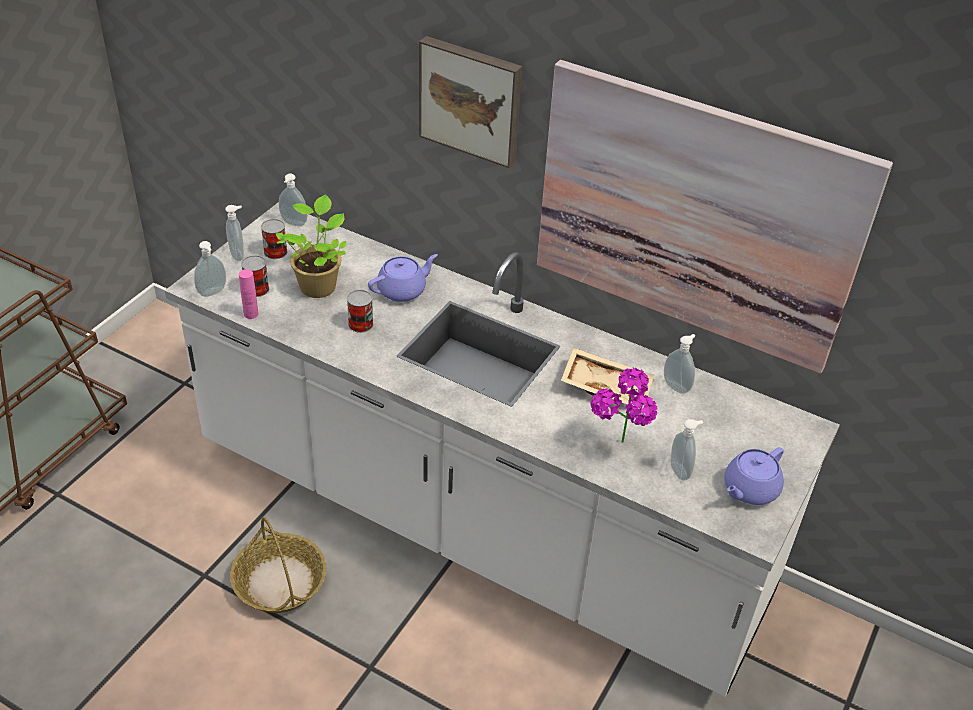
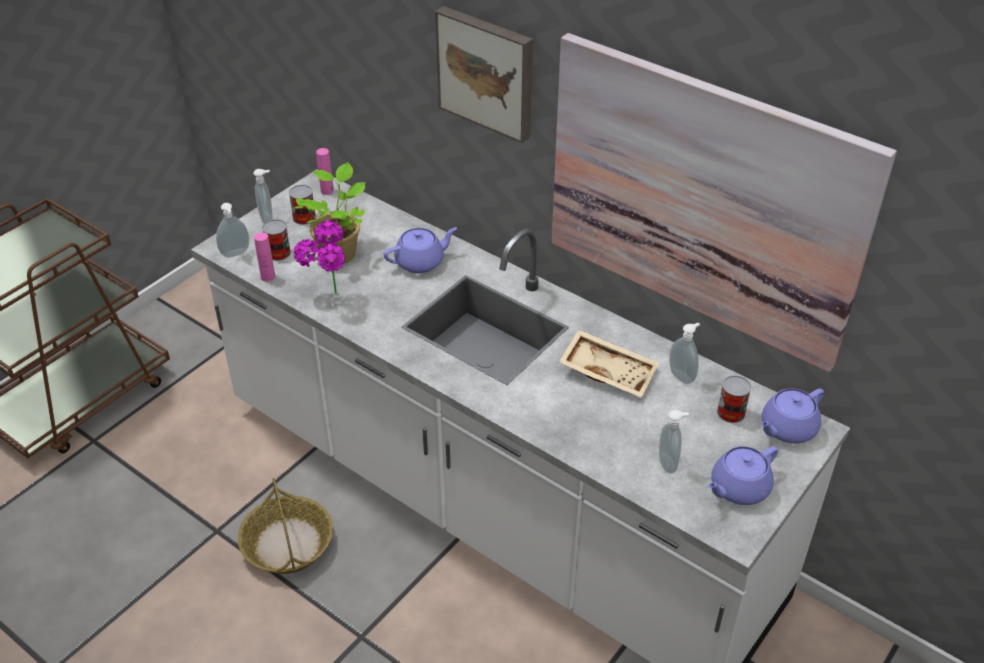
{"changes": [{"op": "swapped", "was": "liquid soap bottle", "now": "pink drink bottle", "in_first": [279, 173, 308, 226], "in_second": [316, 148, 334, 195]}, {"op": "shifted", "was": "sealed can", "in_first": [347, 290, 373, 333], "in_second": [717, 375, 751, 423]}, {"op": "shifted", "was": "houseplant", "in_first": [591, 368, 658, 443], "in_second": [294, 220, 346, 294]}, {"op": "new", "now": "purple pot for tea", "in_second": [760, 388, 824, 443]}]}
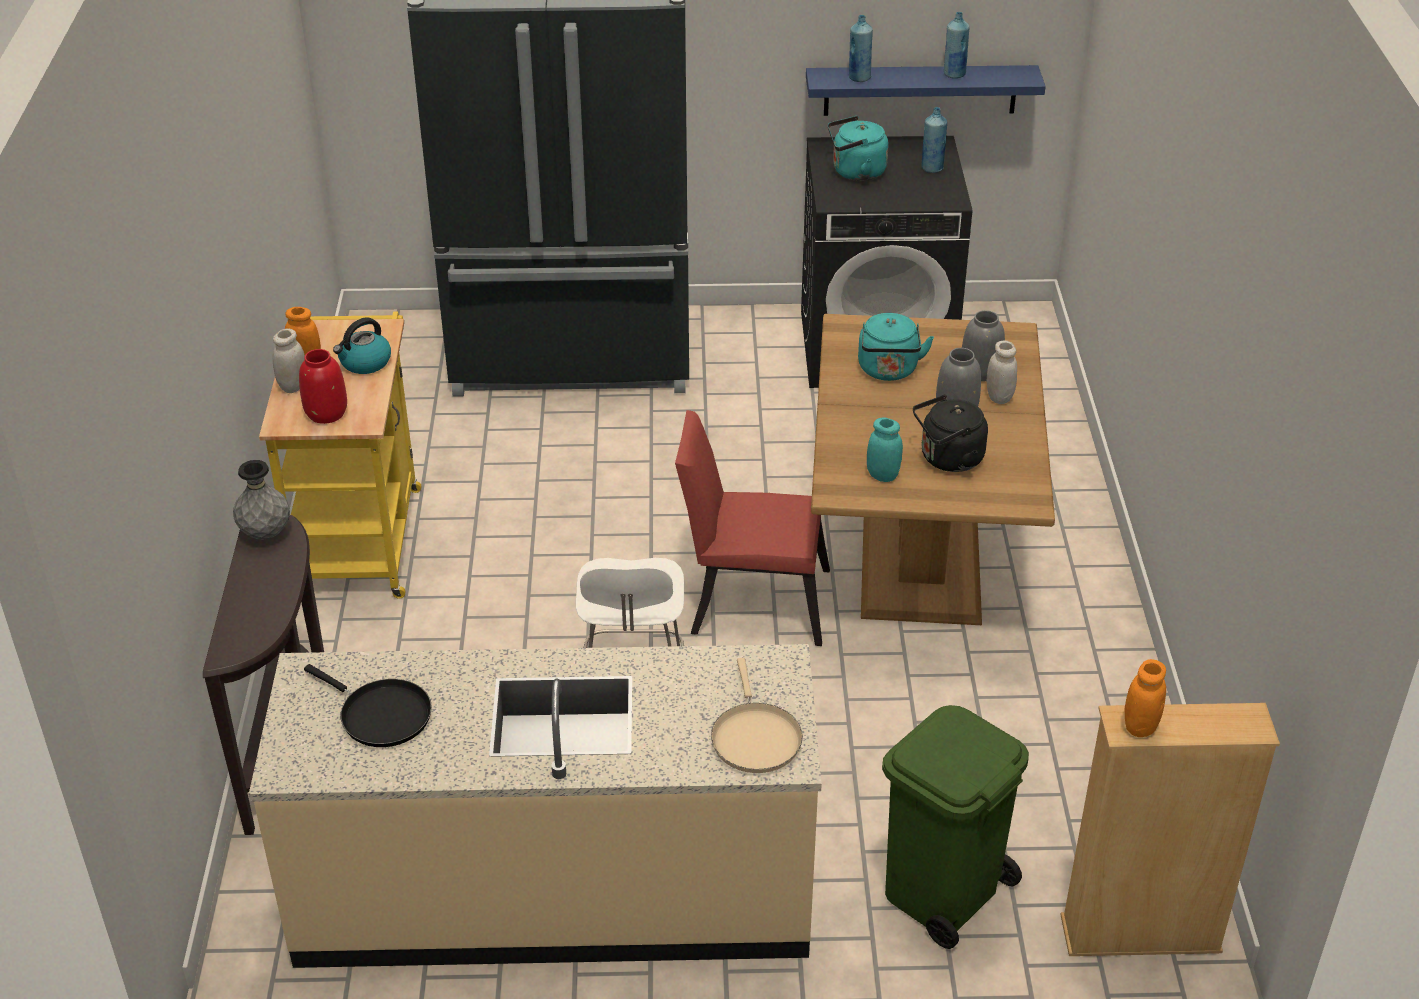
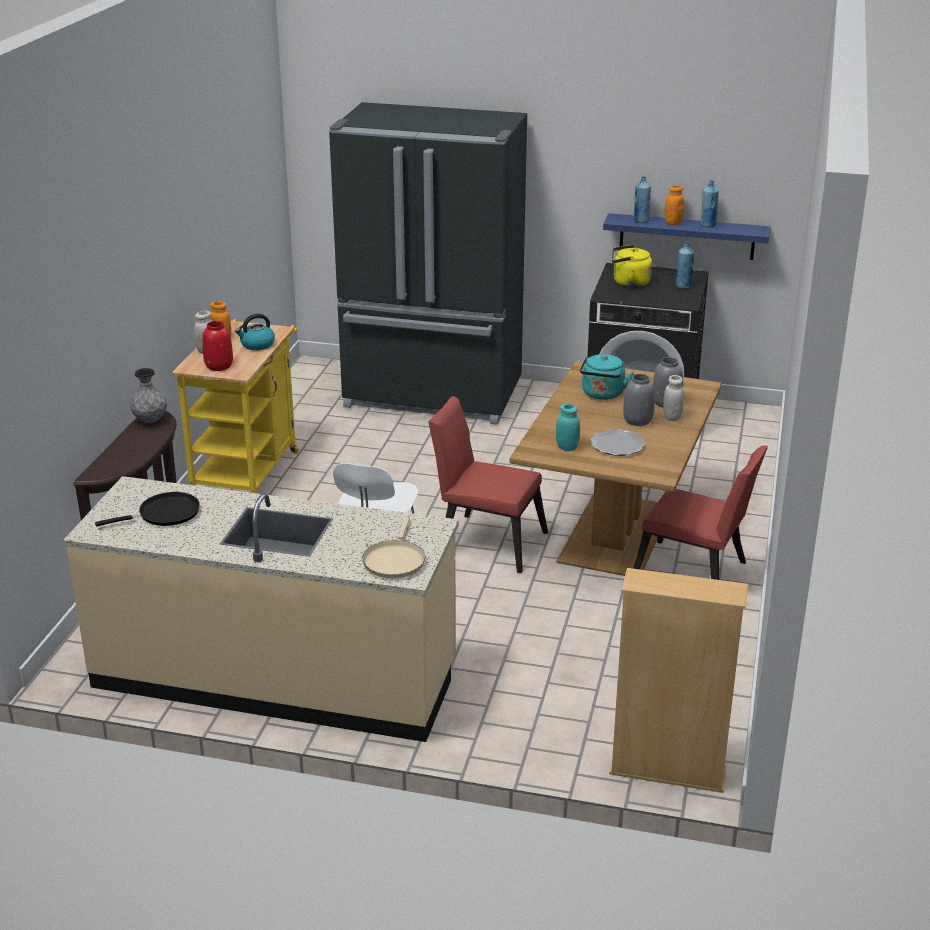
{"changes": [{"op": "rotated", "was": "black-coloured skillet", "in_first": [304, 664, 432, 747], "in_second": [95, 492, 200, 527], "clockwise": -75}, {"op": "repainted", "was": "turquoise-coloured water kettle", "now": "yellow-coloured water kettle", "in_first": [828, 116, 889, 181], "in_second": [612, 245, 652, 288]}, {"op": "gone", "was": "greenish waste bin", "in_first": [882, 705, 1029, 949]}, {"op": "swapped", "was": "black-coloured water kettle", "now": "flat dish", "in_first": [913, 395, 988, 472], "in_second": [590, 429, 646, 456]}, {"op": "shifted", "was": "orangey storage jar", "in_first": [1125, 659, 1166, 737], "in_second": [665, 185, 684, 225]}, {"op": "new", "now": "red-coloured plain chair", "in_second": [633, 446, 768, 580]}]}
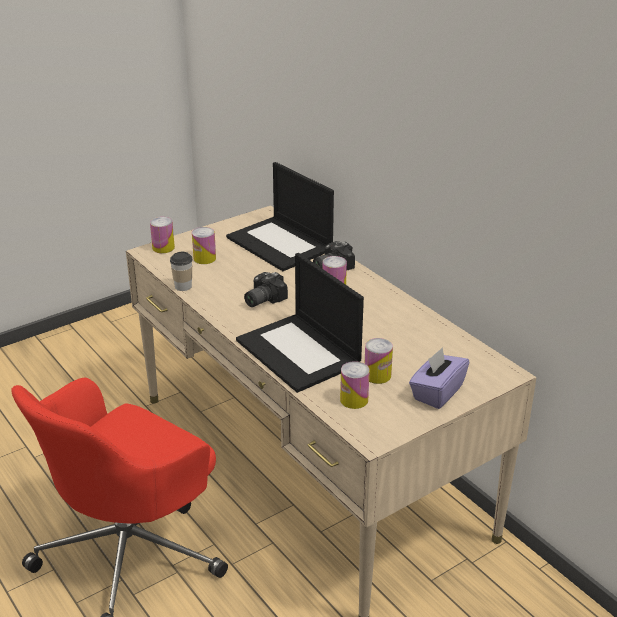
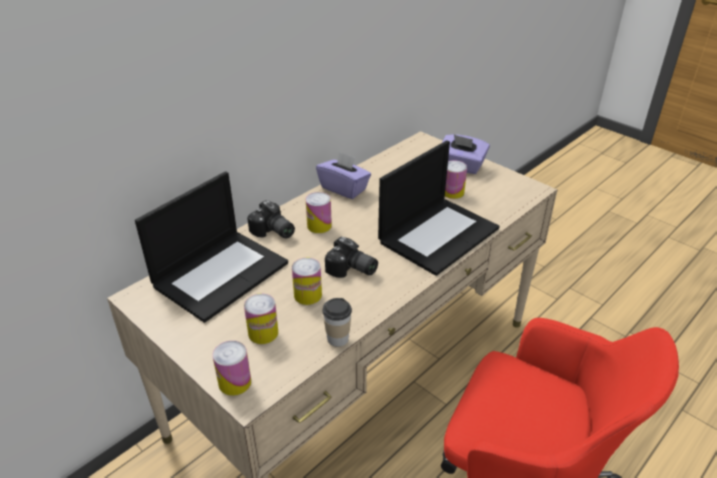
{"changes": [{"op": "shifted", "was": "sealed can", "in_first": [340, 361, 370, 409], "in_second": [292, 258, 322, 305]}, {"op": "new", "now": "purple box of tissues", "in_second": [316, 151, 371, 199]}]}
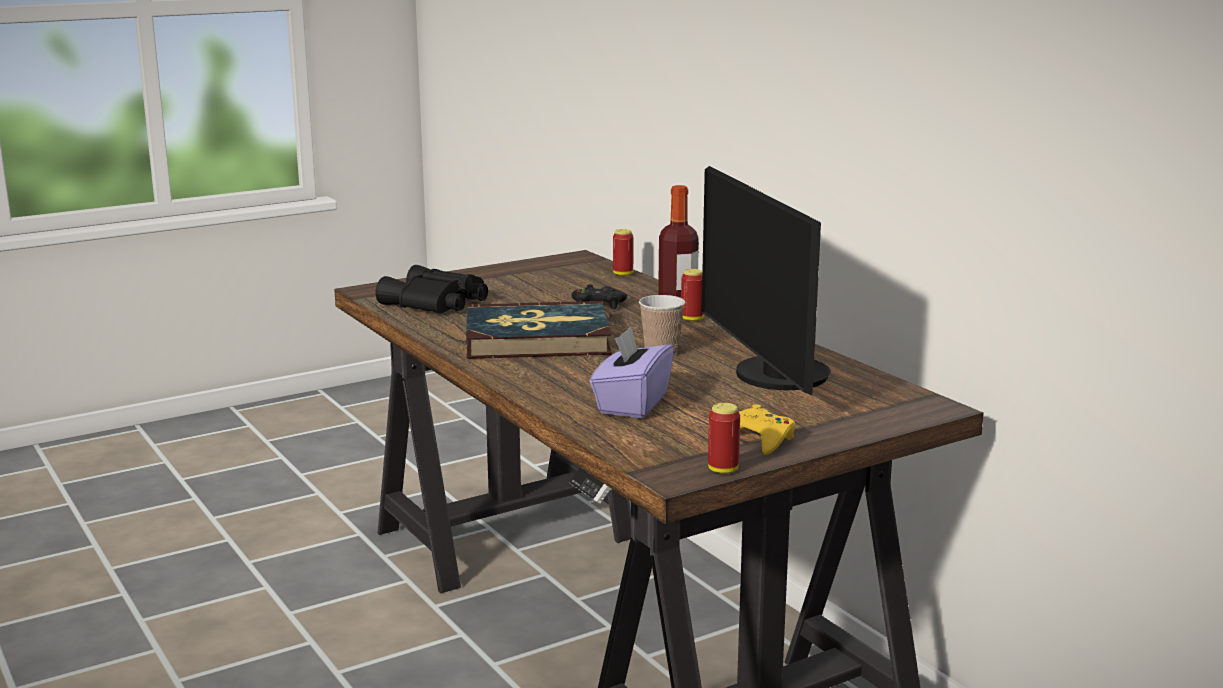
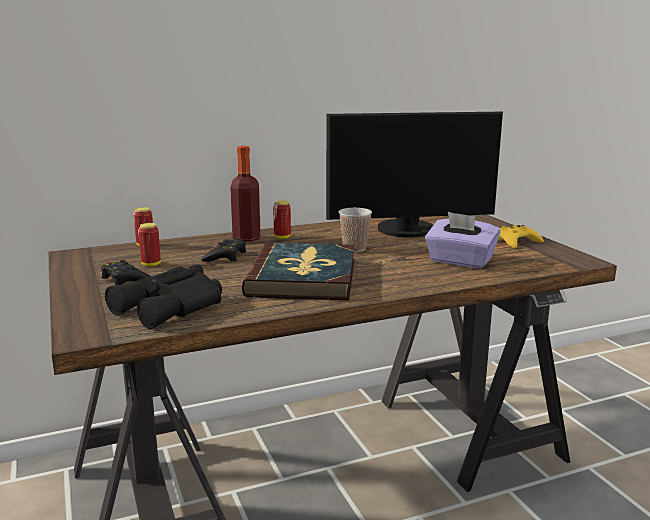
{"changes": [{"op": "shifted", "was": "sealed can", "in_first": [708, 403, 740, 474], "in_second": [138, 223, 161, 267]}, {"op": "new", "now": "black-coloured joypad", "in_second": [101, 260, 151, 285]}]}
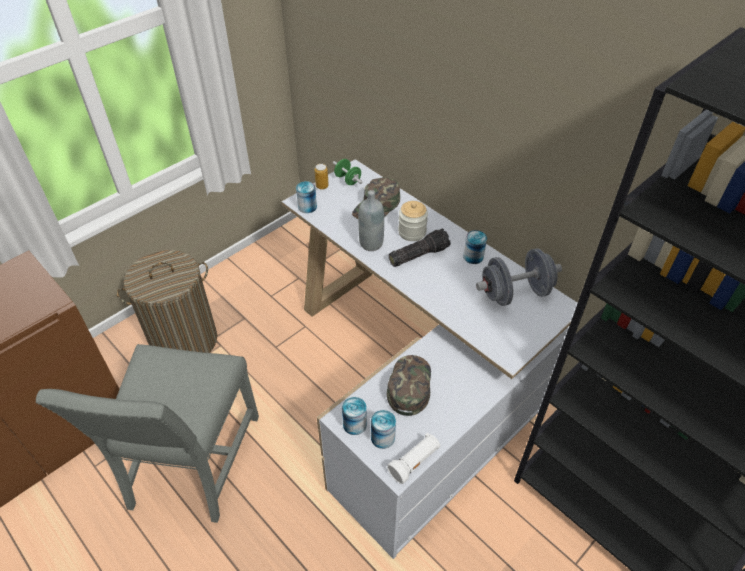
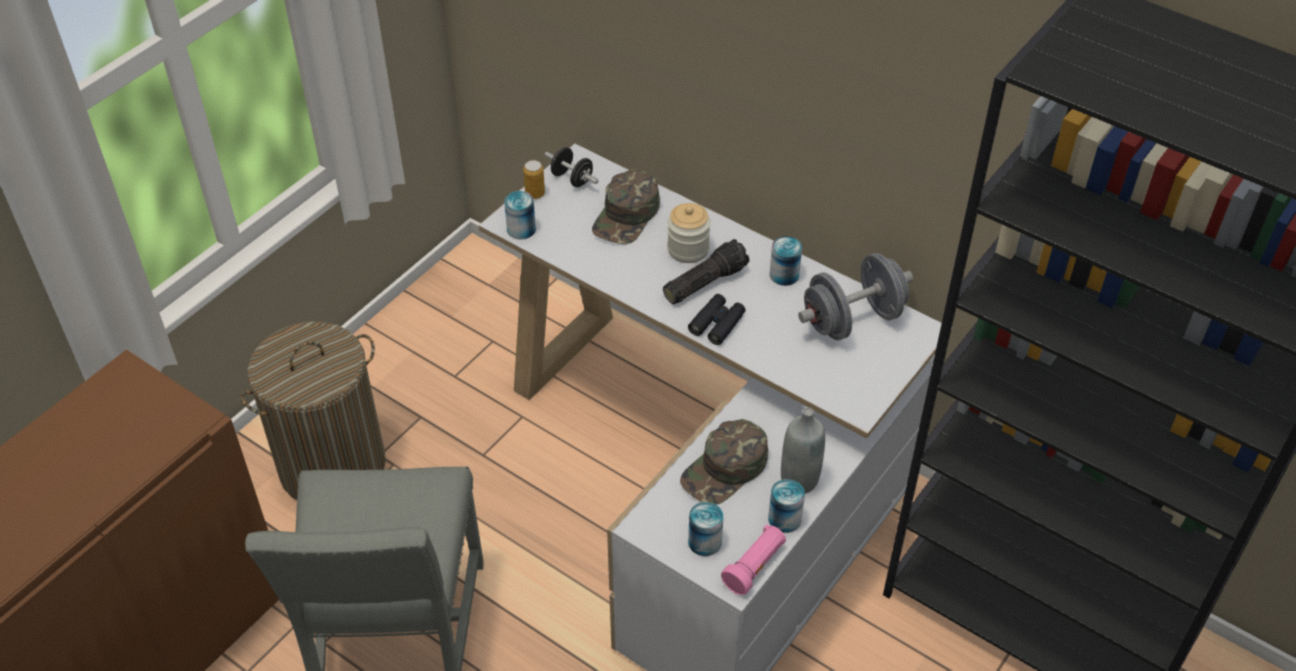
{"changes": [{"op": "repainted", "was": "greenish dumbbell", "now": "black-coloured dumbbell", "in_first": [333, 159, 363, 185], "in_second": [545, 147, 598, 187]}, {"op": "shifted", "was": "sealed can", "in_first": [342, 397, 367, 435], "in_second": [768, 479, 805, 533]}, {"op": "shifted", "was": "gray drink bottle", "in_first": [358, 190, 384, 251], "in_second": [781, 407, 825, 494]}, {"op": "rotated", "was": "greenish baseball cap", "in_first": [387, 355, 431, 416], "in_second": [680, 419, 768, 505], "clockwise": -135}, {"op": "repainted", "was": "whitish flashlight", "now": "pink flashlight", "in_first": [387, 433, 440, 484], "in_second": [721, 524, 786, 595]}, {"op": "new", "now": "black-coloured pair of binoculars", "in_second": [688, 294, 746, 345]}]}
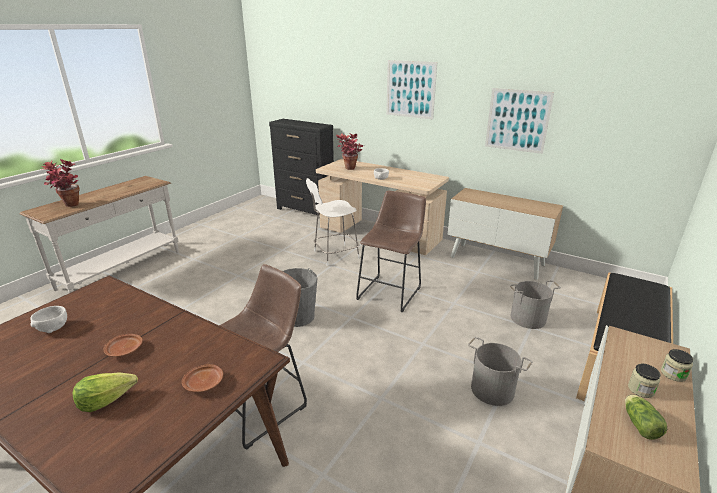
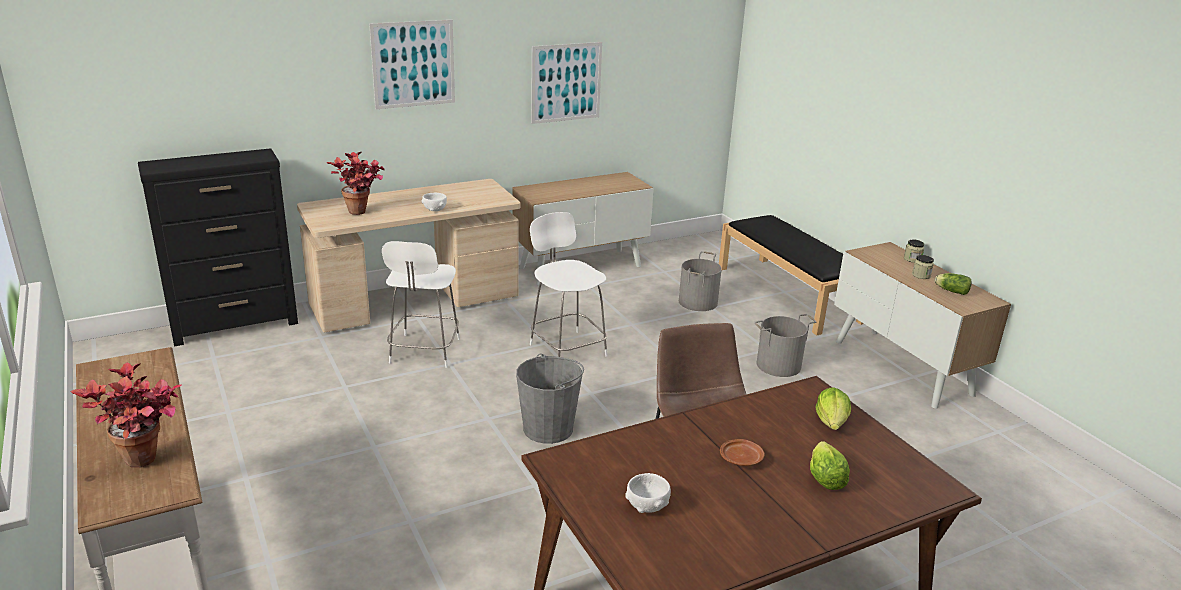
{"changes": [{"op": "swapped", "was": "brown-coloured flat dish", "now": "lettuce", "in_first": [182, 364, 223, 392], "in_second": [816, 387, 851, 430]}, {"op": "swapped", "was": "brown-coloured stool seat", "now": "whitish plain chair", "in_first": [356, 191, 426, 313], "in_second": [530, 212, 607, 357]}]}
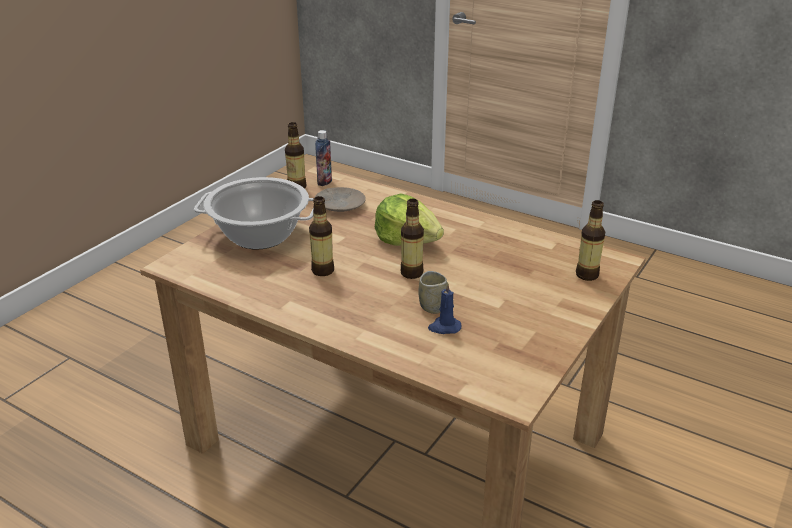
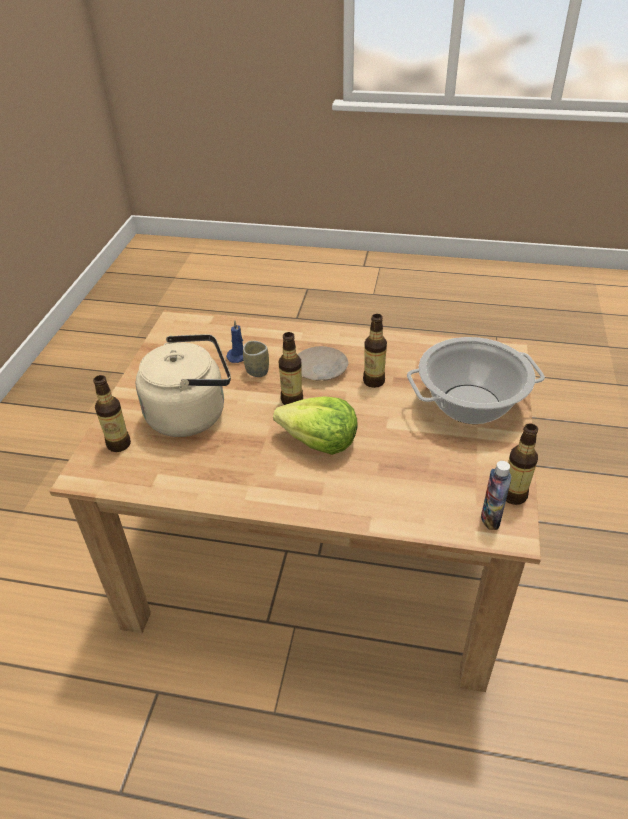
{"changes": [{"op": "shifted", "was": "beige flat dish", "in_first": [315, 187, 366, 212], "in_second": [297, 346, 349, 381]}, {"op": "new", "now": "beige water kettle", "in_second": [135, 334, 231, 437]}]}
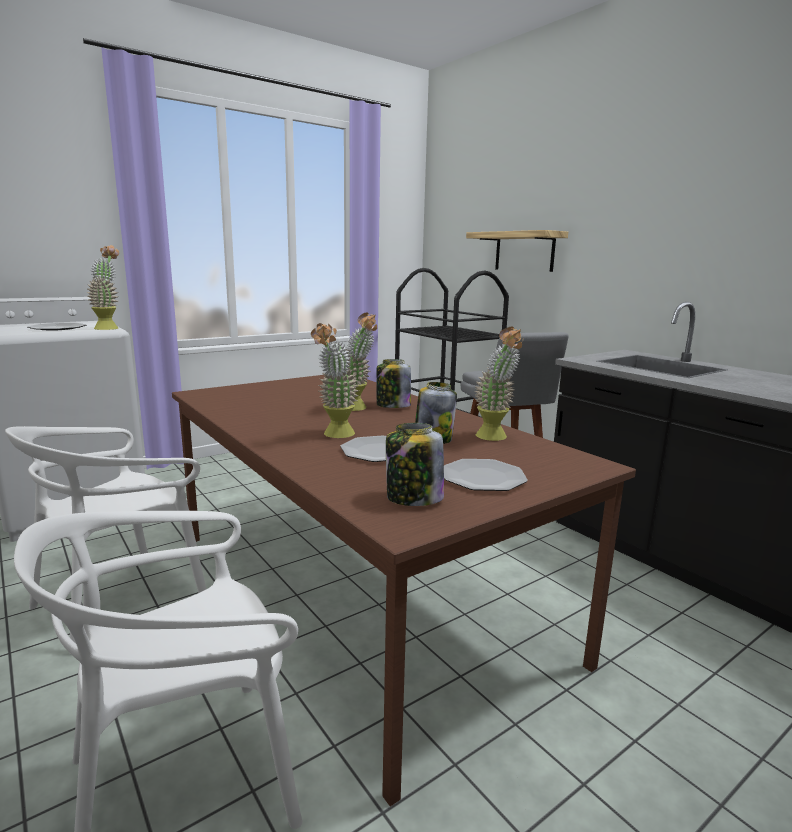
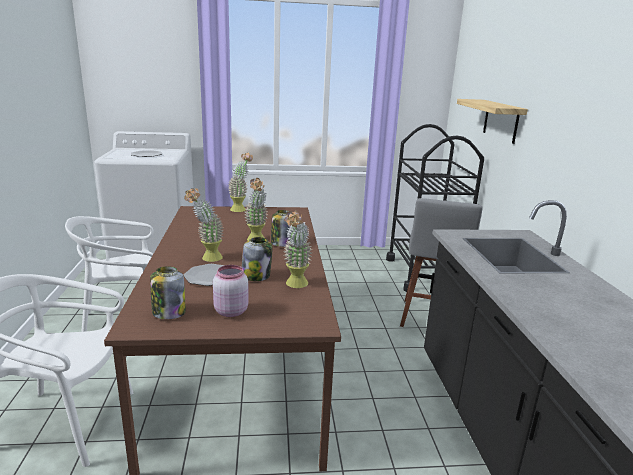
{"changes": [{"op": "shifted", "was": "houseplant", "in_first": [86, 245, 119, 330], "in_second": [228, 152, 253, 212]}, {"op": "swapped", "was": "flat dish", "now": "pink storage jar", "in_first": [444, 459, 528, 491], "in_second": [213, 265, 249, 317]}]}
